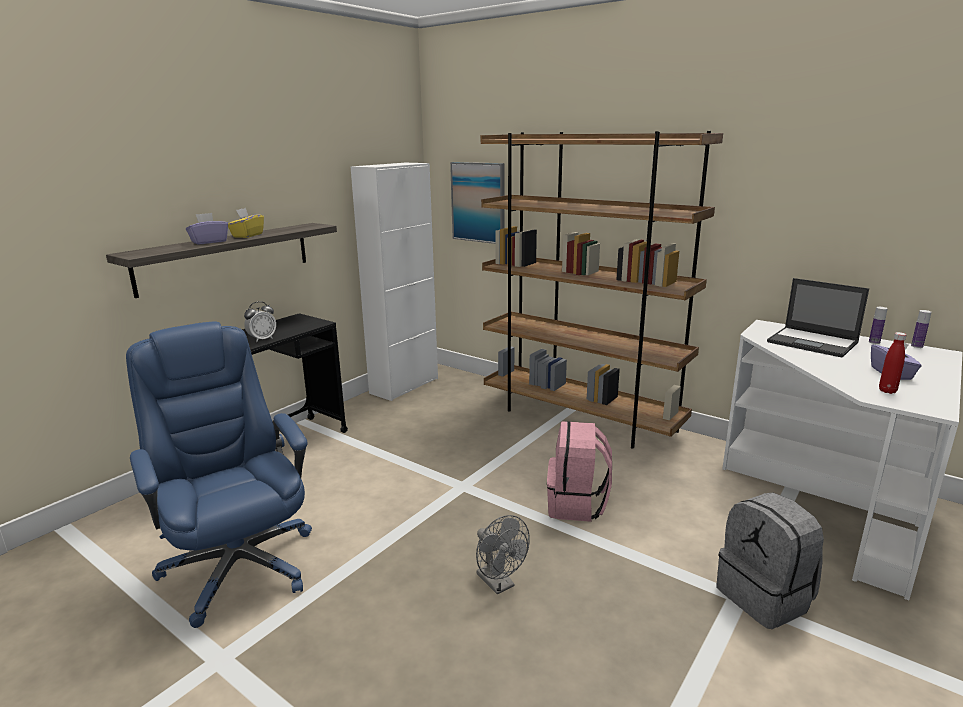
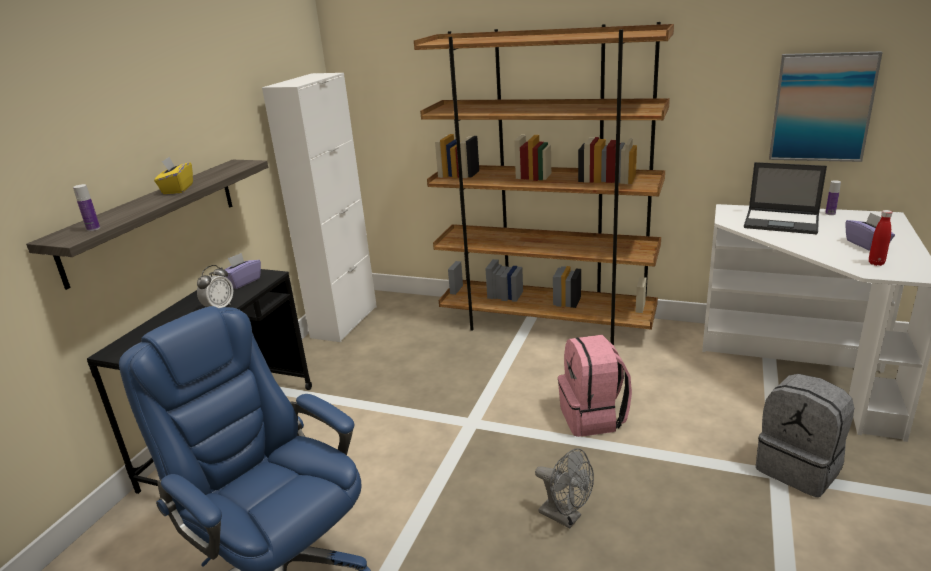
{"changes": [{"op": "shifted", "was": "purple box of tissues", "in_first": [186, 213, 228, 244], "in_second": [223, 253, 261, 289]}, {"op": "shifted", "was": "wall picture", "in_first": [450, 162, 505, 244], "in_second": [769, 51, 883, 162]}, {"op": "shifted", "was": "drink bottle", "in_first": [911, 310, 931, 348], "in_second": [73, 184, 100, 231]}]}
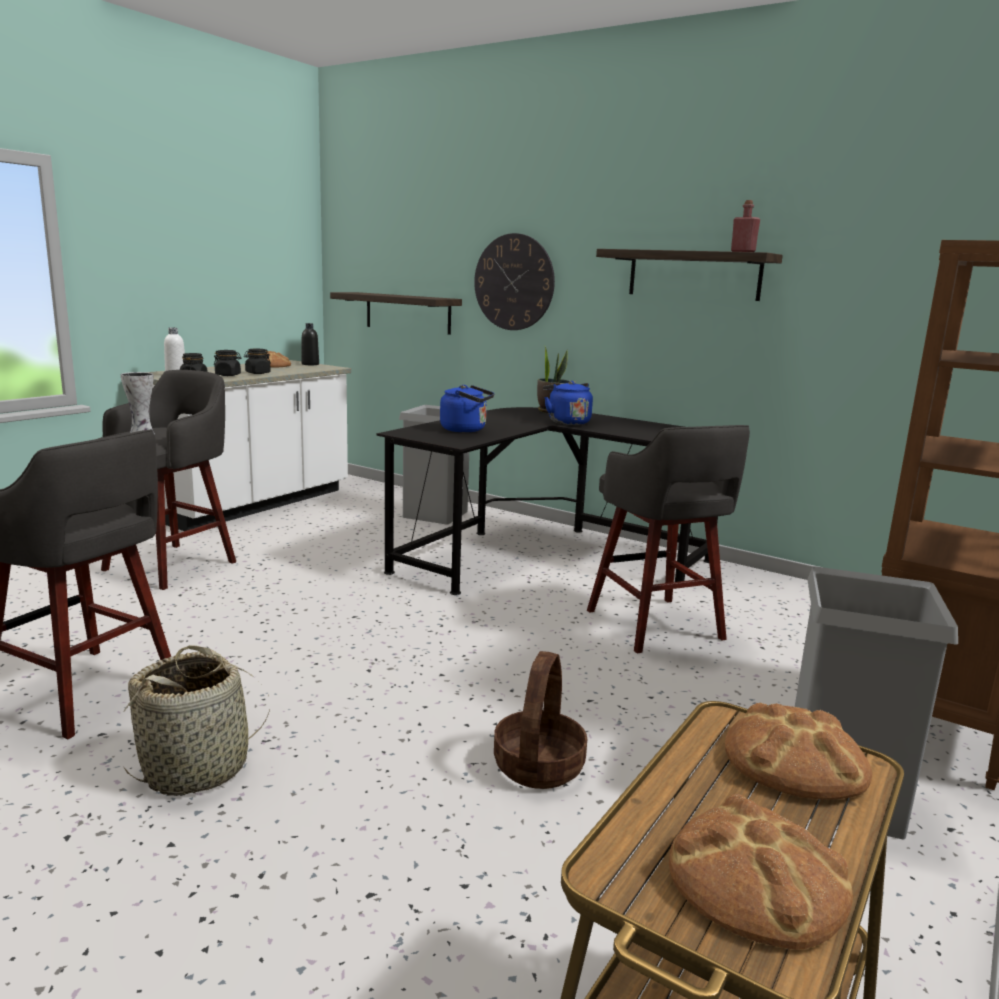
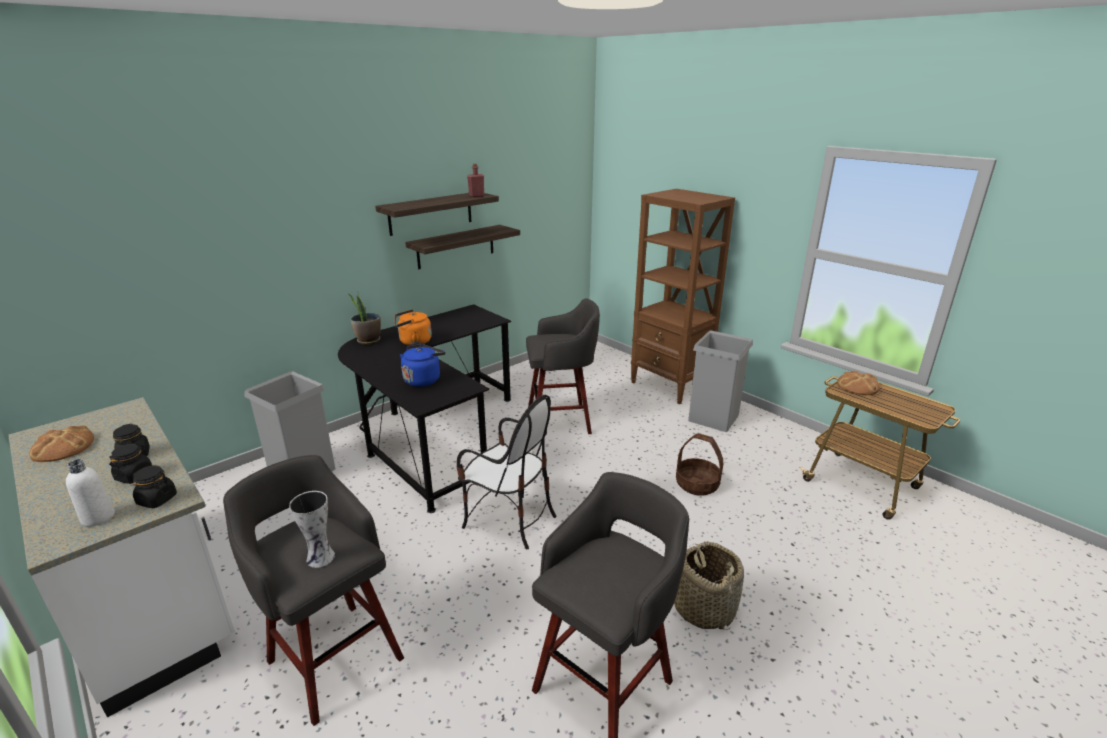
{"changes": [{"op": "gone", "was": "black-coloured drink bottle", "in_first": [301, 323, 319, 365]}, {"op": "shifted", "was": "wall shelf", "in_first": [330, 292, 462, 335], "in_second": [405, 225, 520, 269]}, {"op": "gone", "was": "hanging clock", "in_first": [474, 233, 555, 330]}, {"op": "repainted", "was": "blue-coloured water kettle", "now": "orangey water kettle", "in_first": [543, 381, 593, 425], "in_second": [394, 309, 432, 346]}, {"op": "gone", "was": "baked bread", "in_first": [669, 794, 853, 950]}, {"op": "new", "now": "plain chair", "in_second": [456, 395, 557, 549]}]}
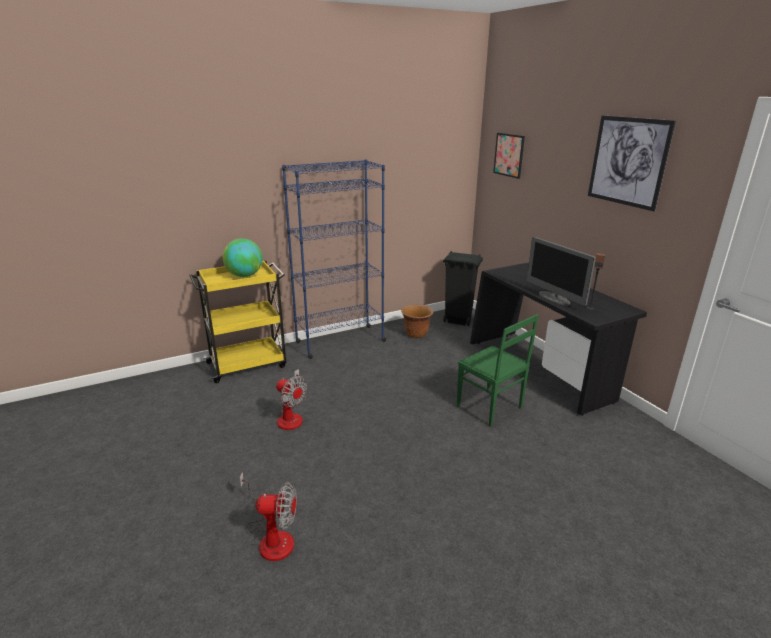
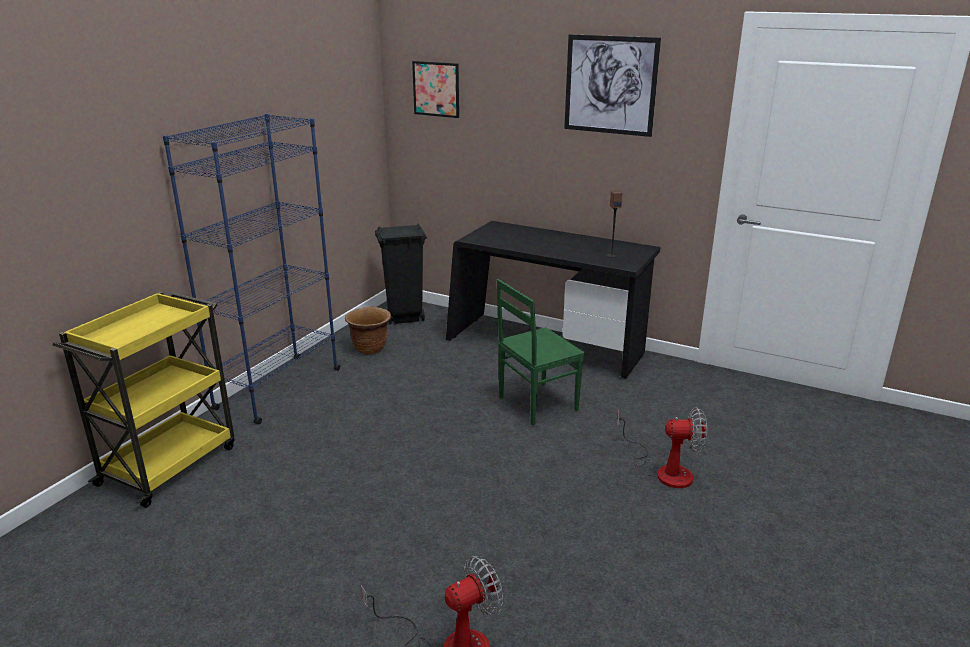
{"changes": [{"op": "gone", "was": "globe", "in_first": [223, 238, 263, 277]}, {"op": "shifted", "was": "cooling fan", "in_first": [276, 369, 307, 430], "in_second": [617, 407, 707, 488]}, {"op": "rotated", "was": "greenish plain chair", "in_first": [457, 314, 539, 427], "in_second": [497, 279, 585, 426], "clockwise": 135}, {"op": "gone", "was": "computer screen", "in_first": [527, 237, 596, 306]}]}
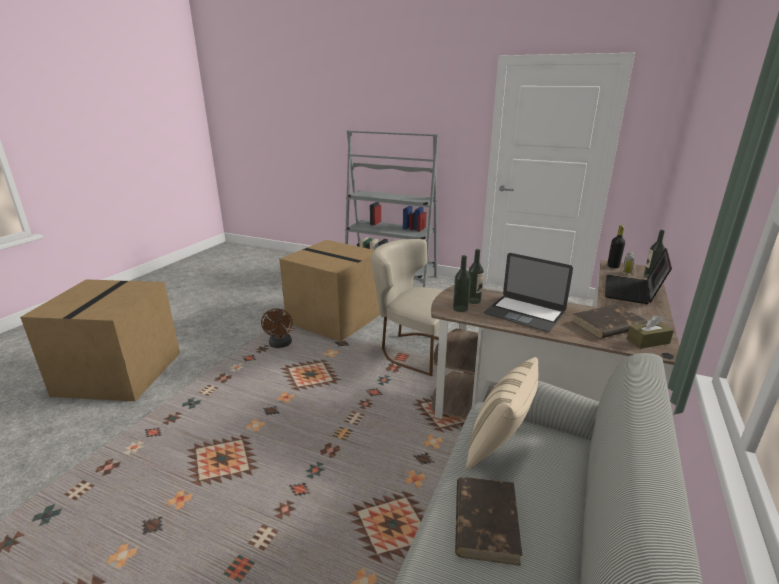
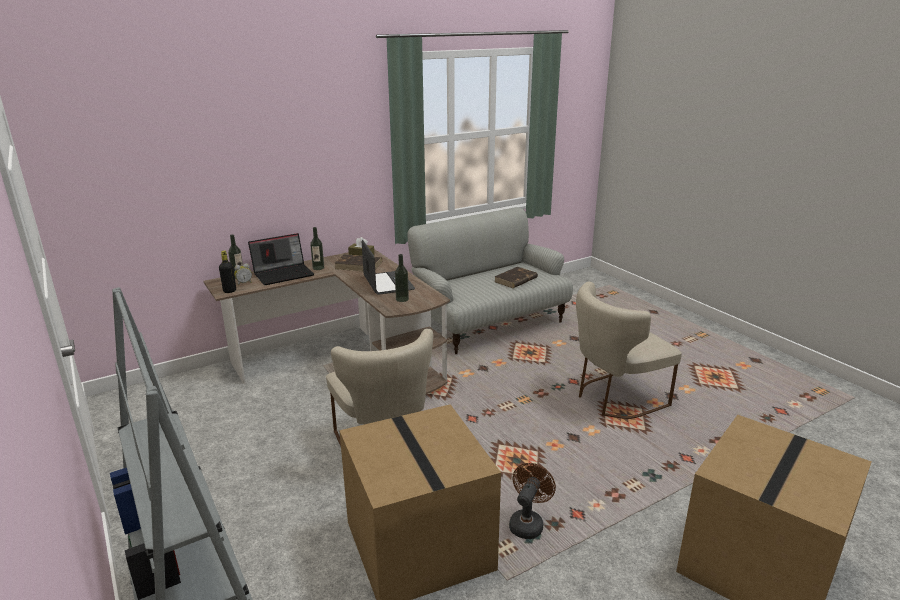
{"changes": [{"op": "shifted", "was": "drink bottle", "in_first": [453, 255, 471, 312], "in_second": [310, 227, 324, 270]}, {"op": "gone", "was": "beige throw pillow", "in_first": [466, 357, 538, 470]}, {"op": "new", "now": "beige plain chair", "in_second": [576, 282, 682, 419]}]}
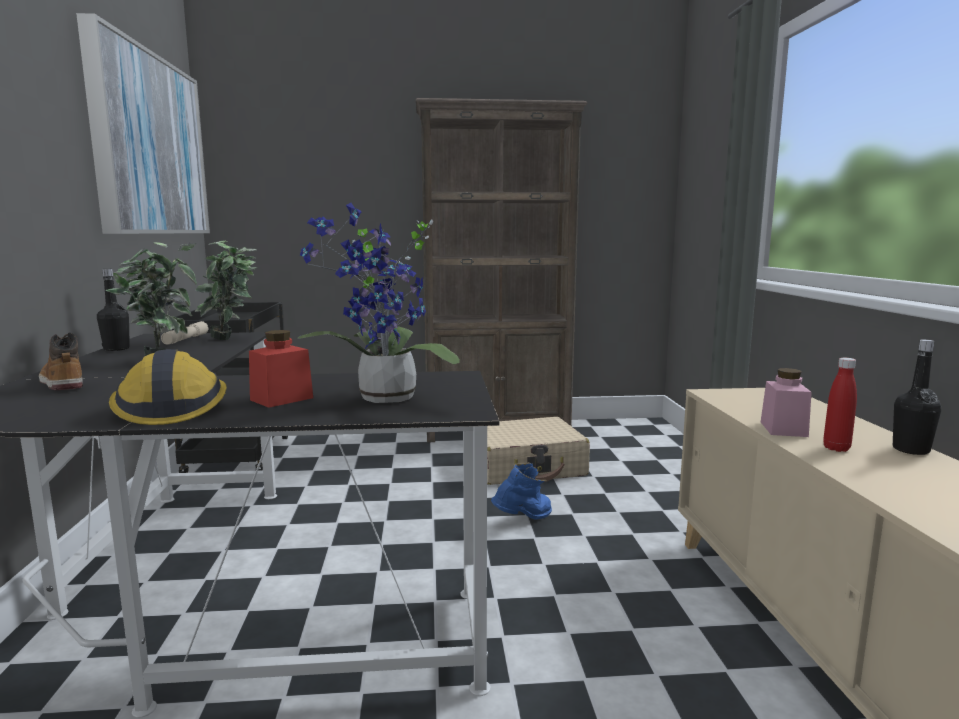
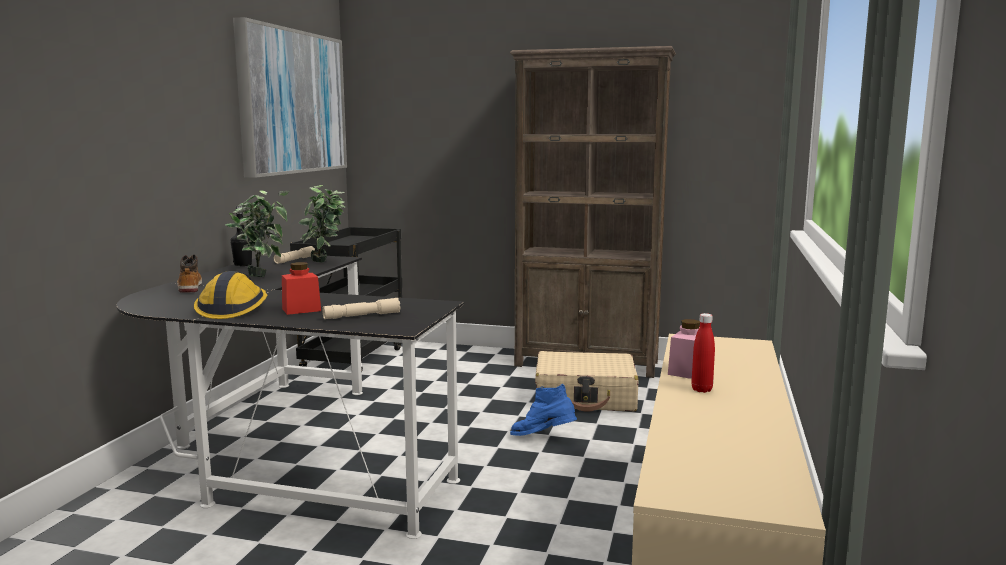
{"changes": [{"op": "swapped", "was": "houseplant", "now": "beige flashlight", "in_first": [298, 203, 460, 403], "in_second": [322, 298, 401, 319]}, {"op": "rotated", "was": "blue-coloured boot", "in_first": [491, 463, 552, 520], "in_second": [510, 384, 577, 436], "clockwise": -150}, {"op": "gone", "was": "black-coloured drink bottle", "in_first": [893, 340, 941, 455]}]}
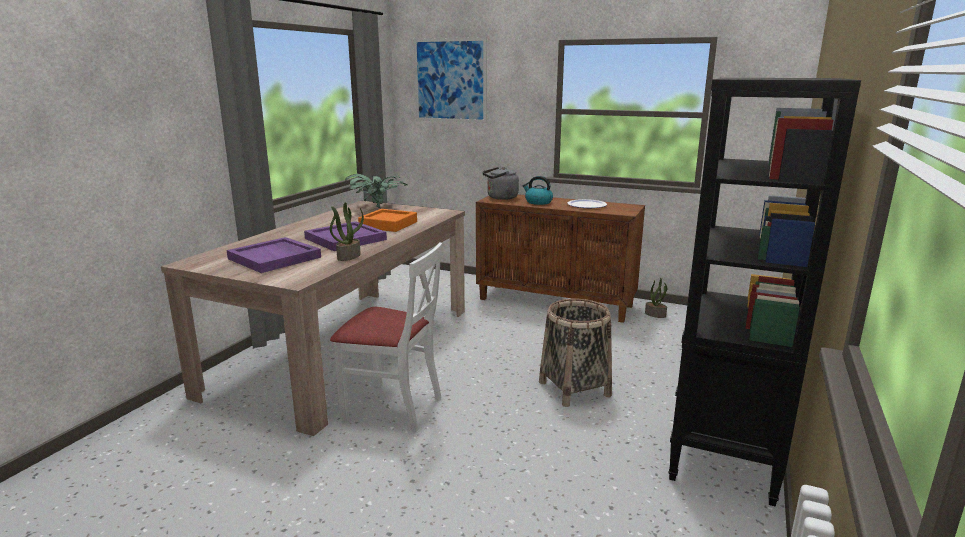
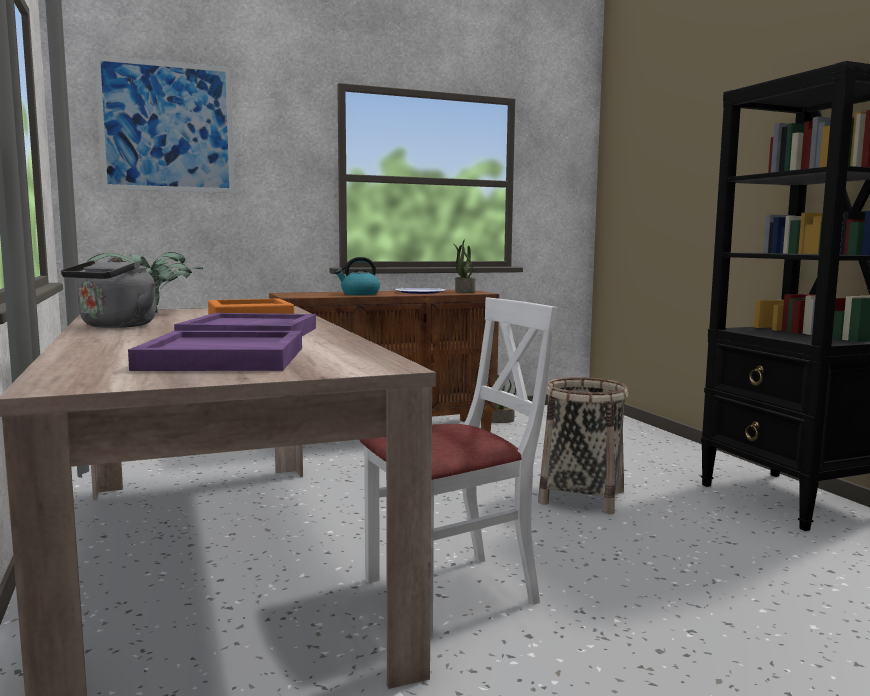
{"changes": [{"op": "shifted", "was": "houseplant", "in_first": [330, 202, 364, 261], "in_second": [453, 239, 475, 293]}, {"op": "shifted", "was": "gray water kettle", "in_first": [482, 167, 519, 200], "in_second": [61, 257, 156, 328]}]}
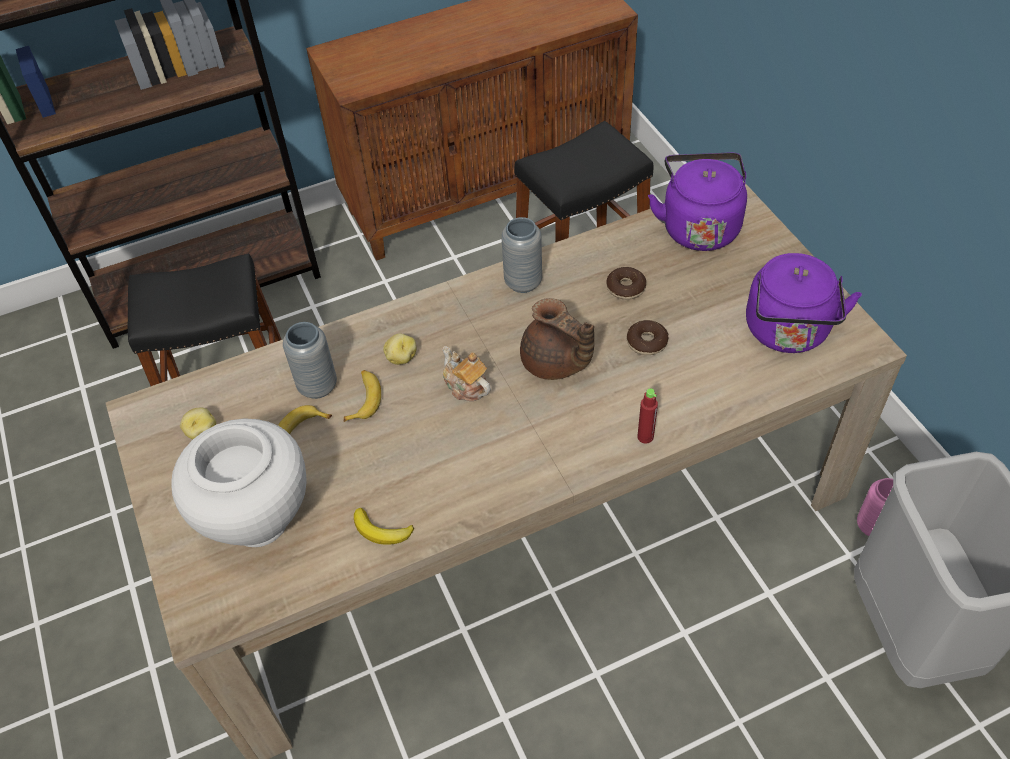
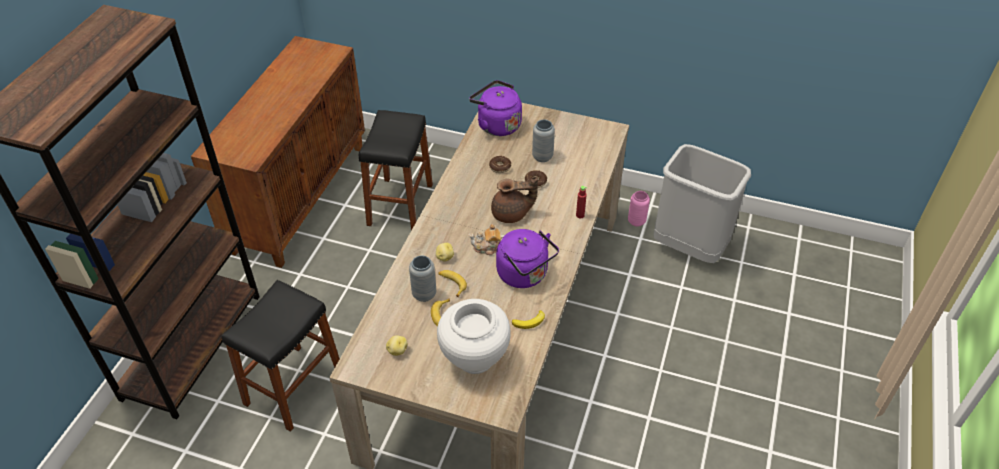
{"changes": [{"op": "shifted", "was": "gray vase", "in_first": [501, 217, 542, 293], "in_second": [532, 120, 555, 162]}, {"op": "shifted", "was": "purple water kettle", "in_first": [746, 253, 862, 353], "in_second": [496, 229, 559, 288]}]}
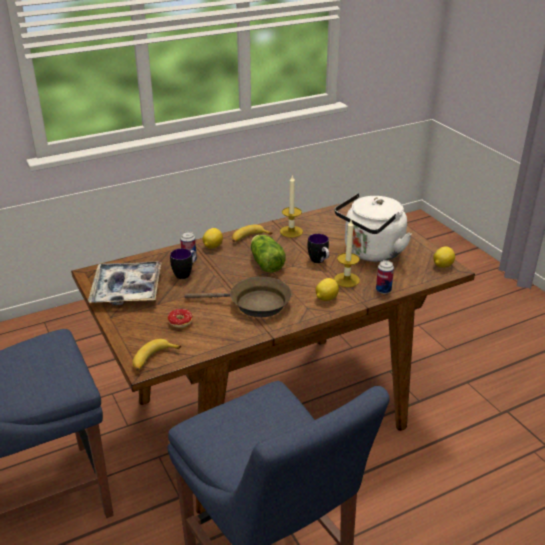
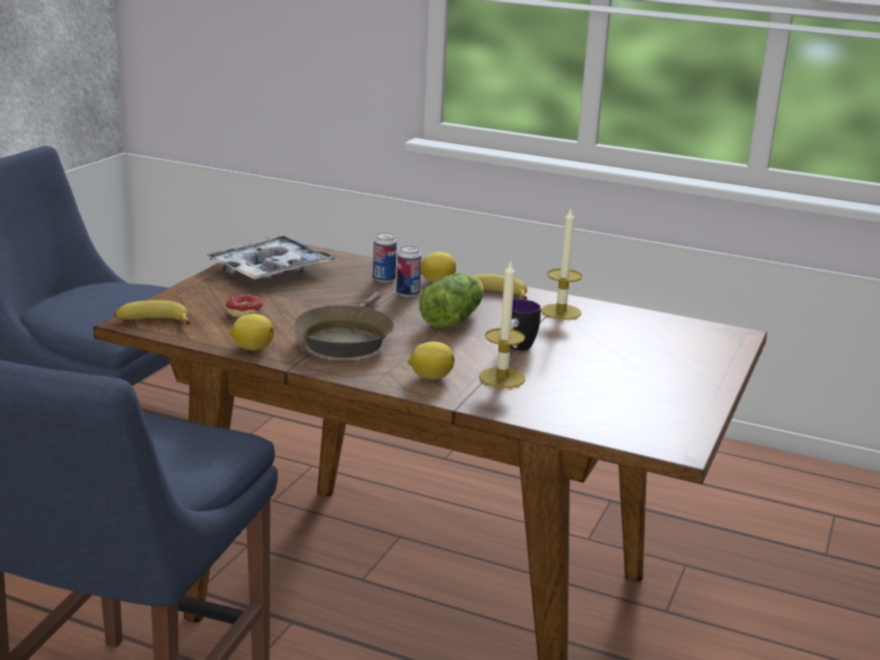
{"changes": [{"op": "gone", "was": "tea mug", "in_first": [170, 249, 196, 279]}, {"op": "rotated", "was": "brown-coloured skillet", "in_first": [185, 277, 291, 317], "in_second": [294, 292, 394, 358], "clockwise": 45}, {"op": "gone", "was": "whitish water kettle", "in_first": [334, 193, 412, 262]}, {"op": "shifted", "was": "sealed can", "in_first": [376, 260, 394, 294], "in_second": [397, 246, 421, 297]}, {"op": "shifted", "was": "whole lemon", "in_first": [433, 247, 455, 268], "in_second": [229, 314, 274, 350]}]}
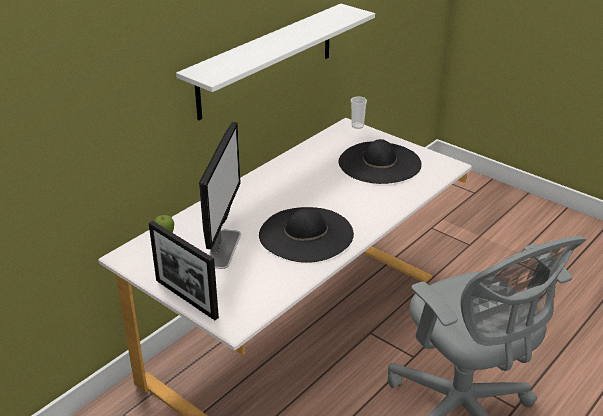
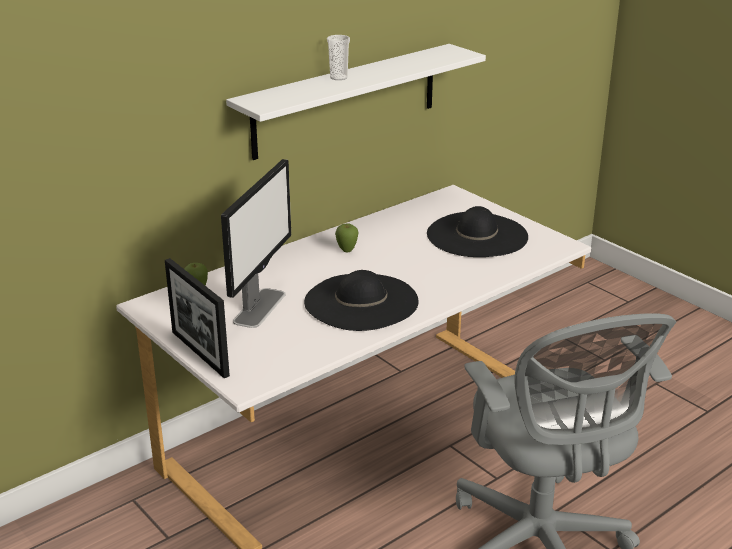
{"changes": [{"op": "shifted", "was": "drinking cup", "in_first": [351, 97, 367, 129], "in_second": [327, 35, 350, 80]}, {"op": "new", "now": "apple", "in_second": [335, 224, 359, 253]}]}
